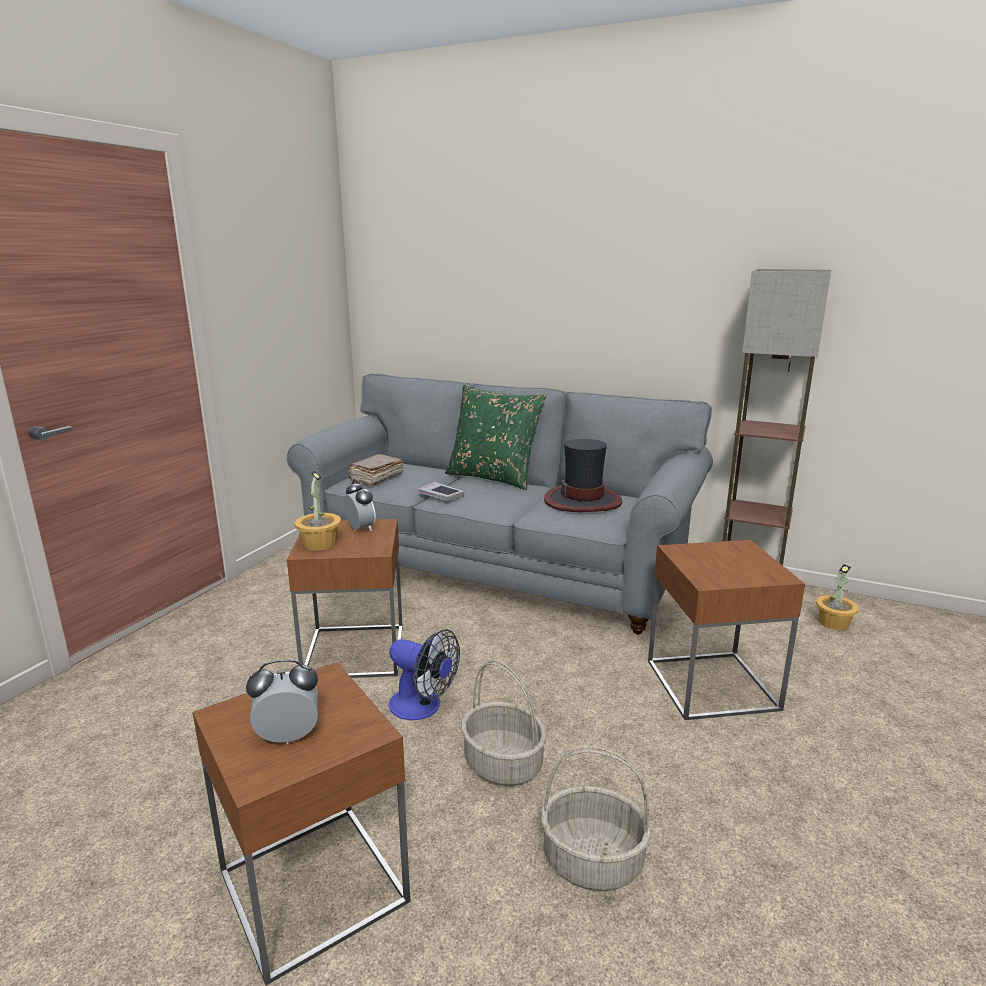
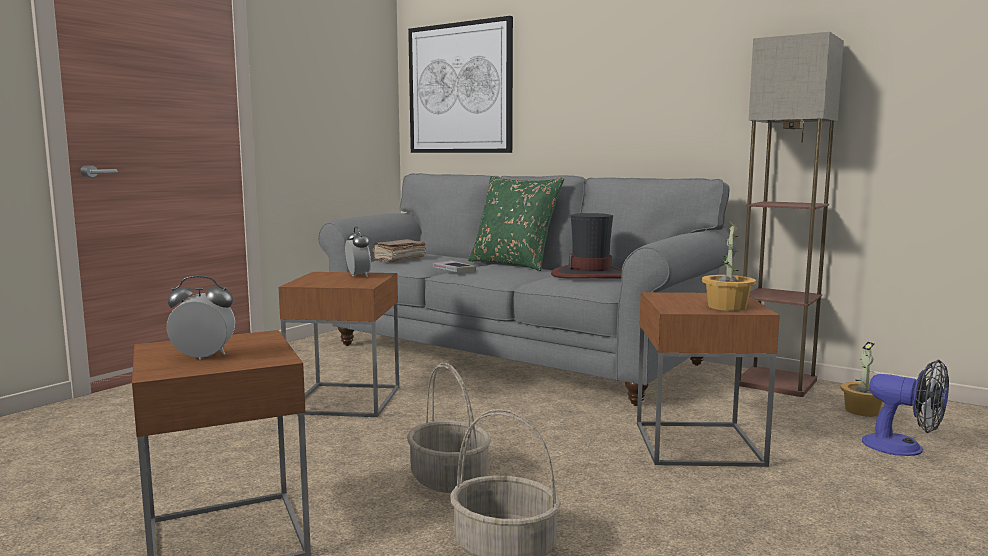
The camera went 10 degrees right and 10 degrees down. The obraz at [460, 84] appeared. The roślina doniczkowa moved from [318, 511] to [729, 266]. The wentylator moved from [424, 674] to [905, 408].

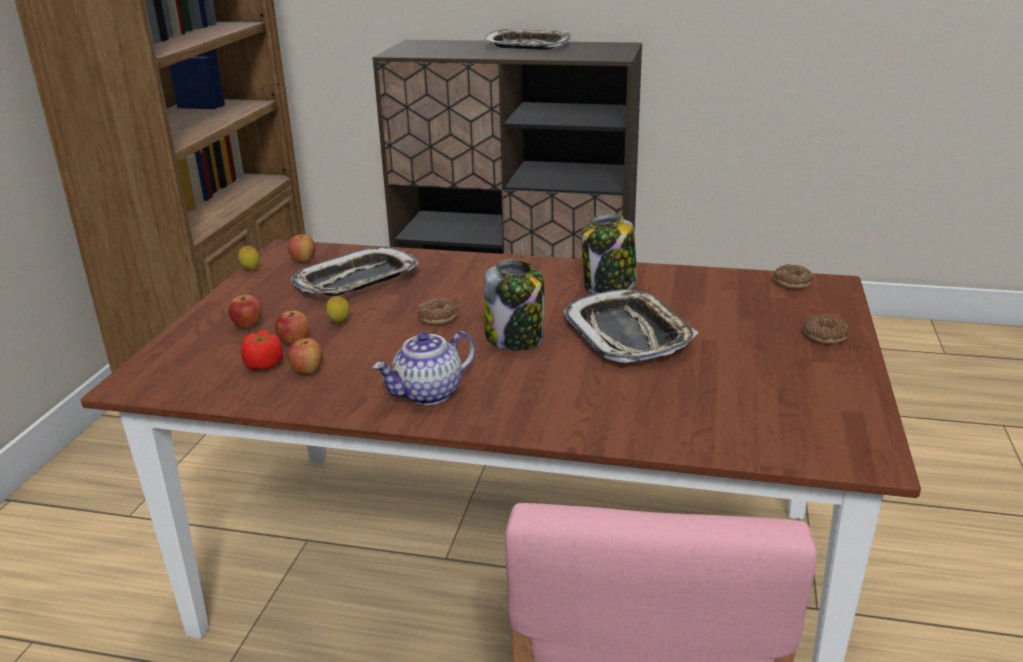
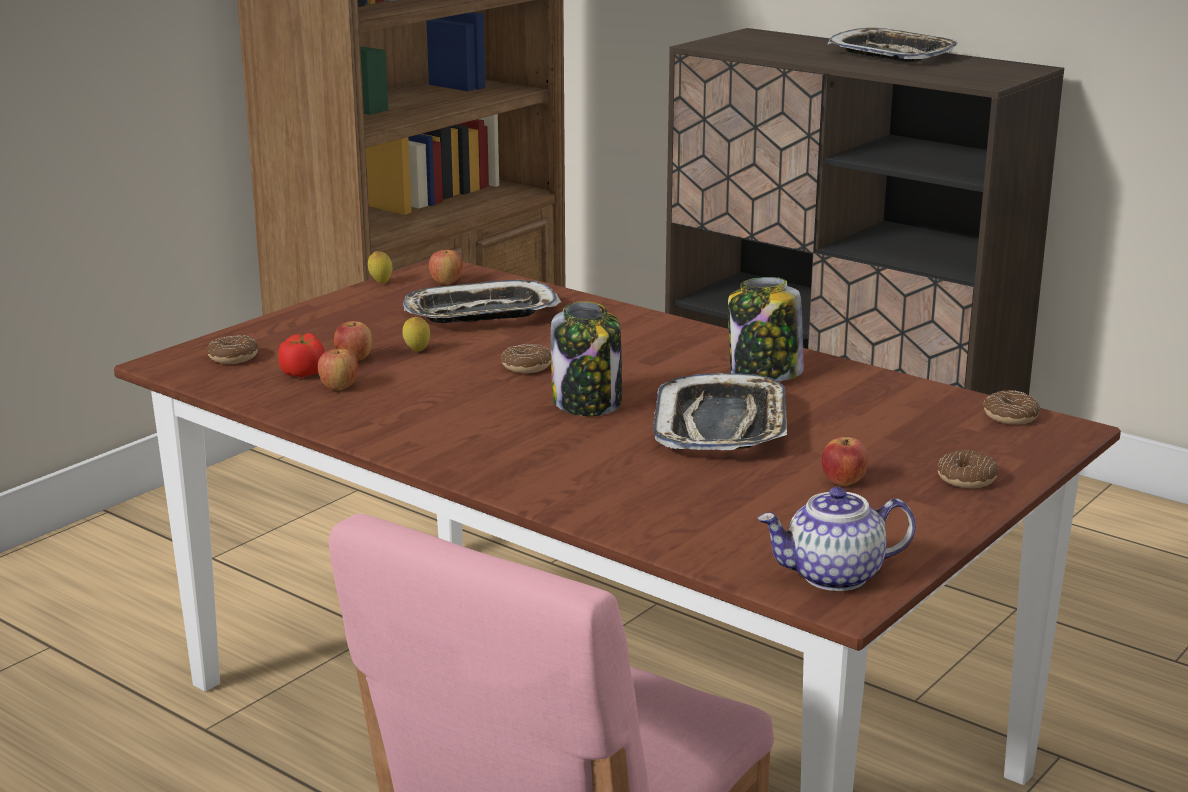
The camera went 25 degrees right and 5 degrees down. The donut at [233, 349] appeared. The imbryk moved from [424, 368] to [837, 539]. The jabłko moved from [245, 311] to [845, 461].

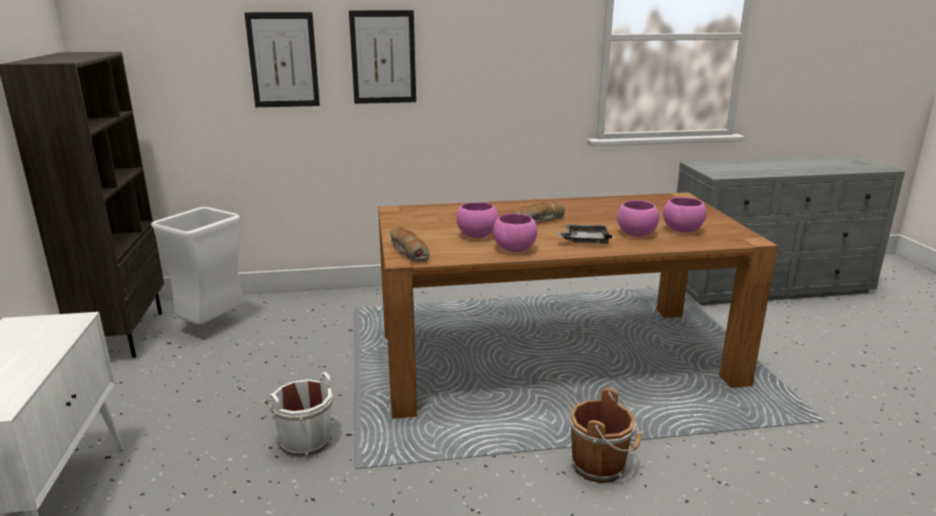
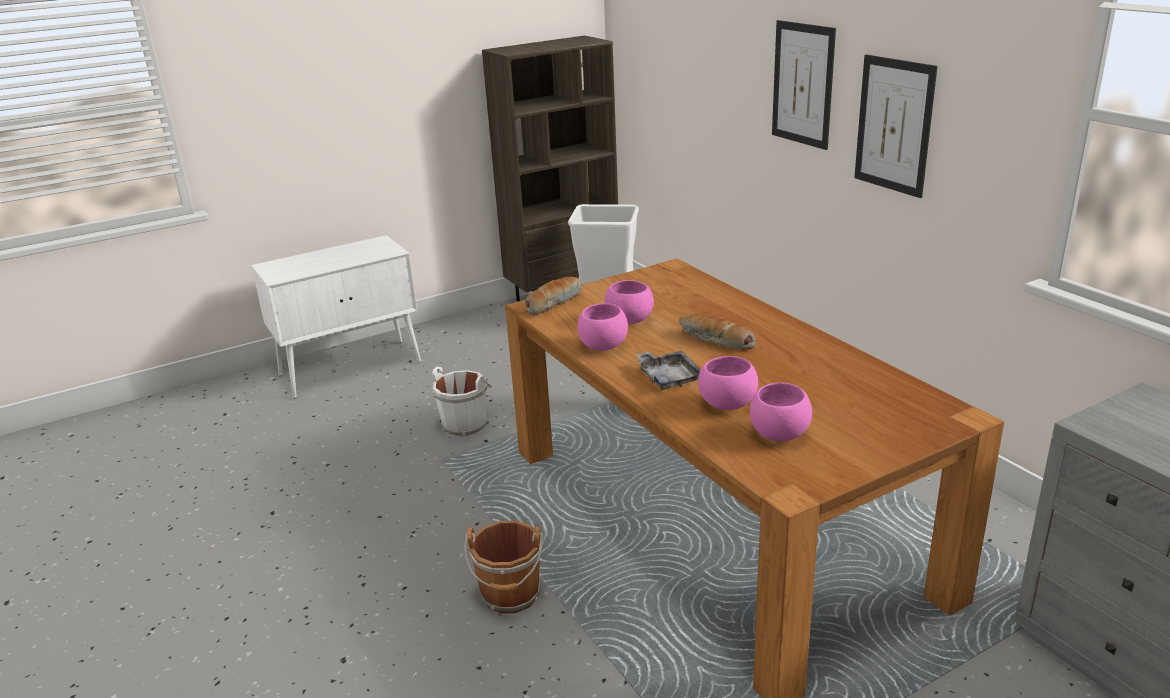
The camera went 70 degrees right and 5 degrees up. The obraz moved from [282, 59] to [895, 126].

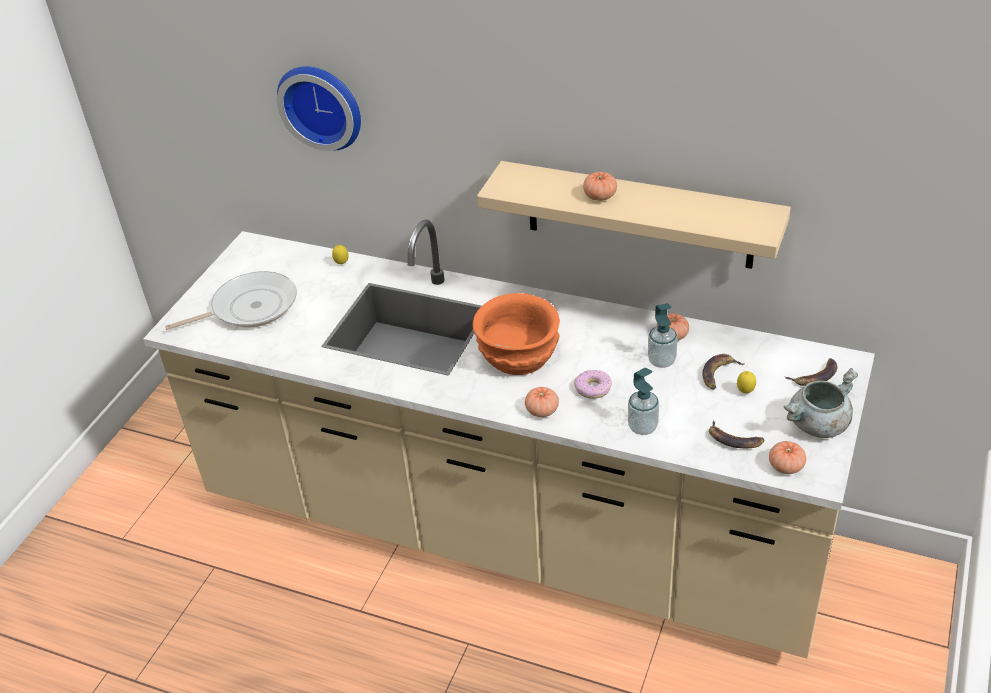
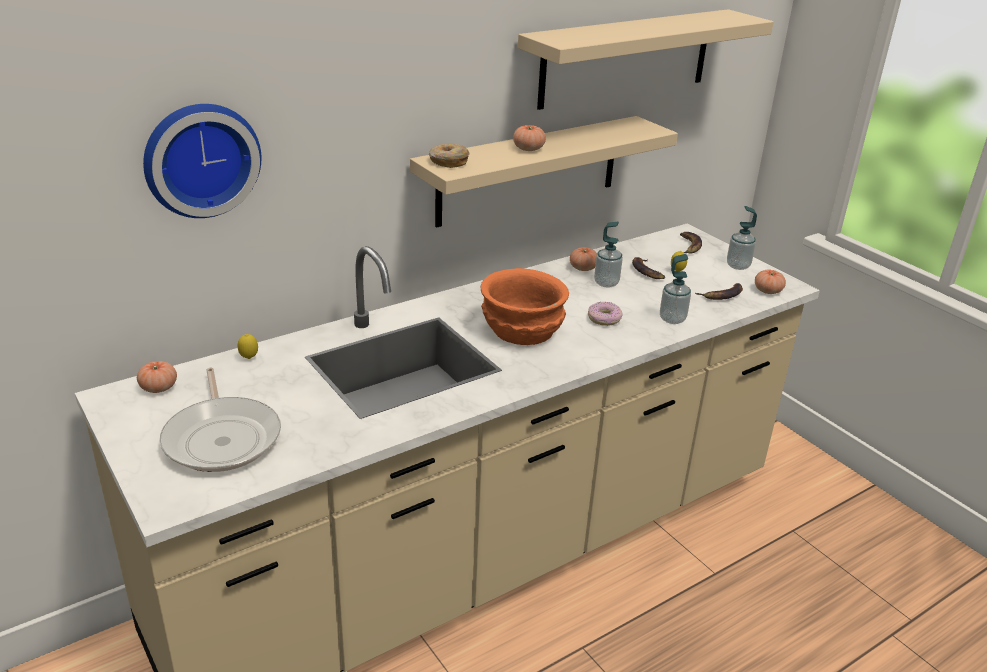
The camera went 60 degrees left and 10 degrees down. The pomidor moved from [542, 402] to [157, 377]. The patelnia at [231, 300] turned 150 degrees clockwise. The donut at [449, 156] appeared. The półka/beżowy at [646, 59] appeared. The garnek/szary at [820, 403] was replaced by the dozownik mydła at [742, 238].

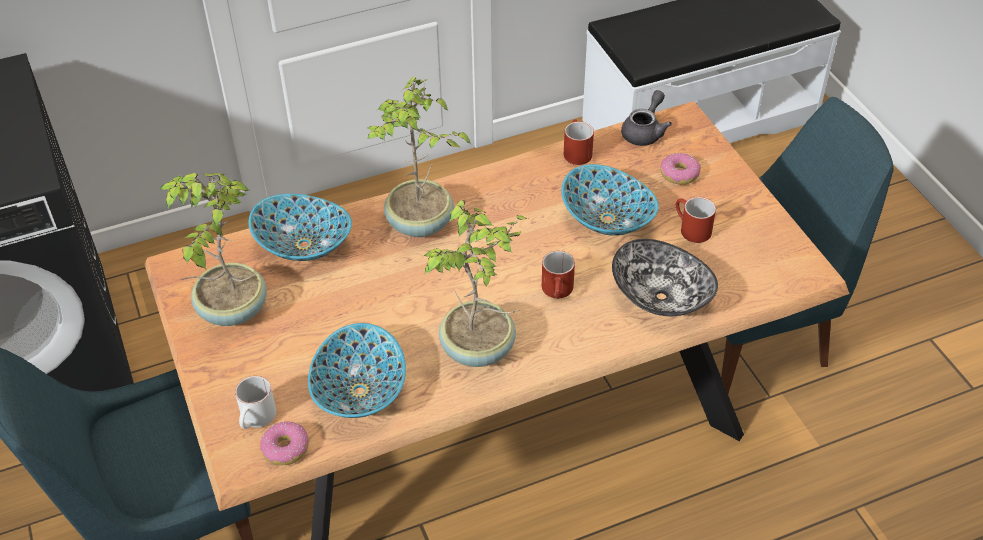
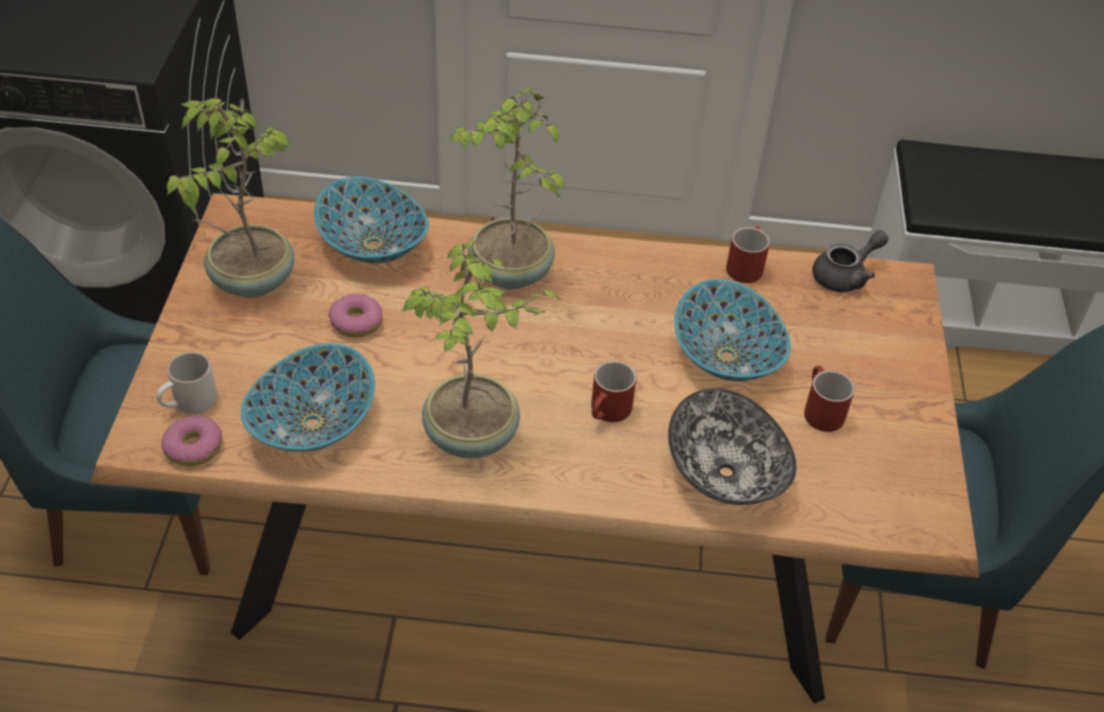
The camera went 25 degrees right and 0 degrees up. The donut moved from [680, 169] to [355, 315].

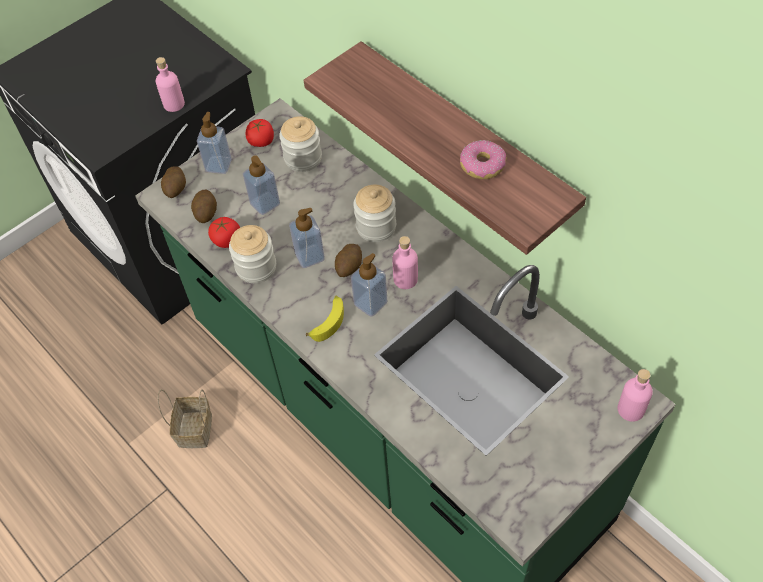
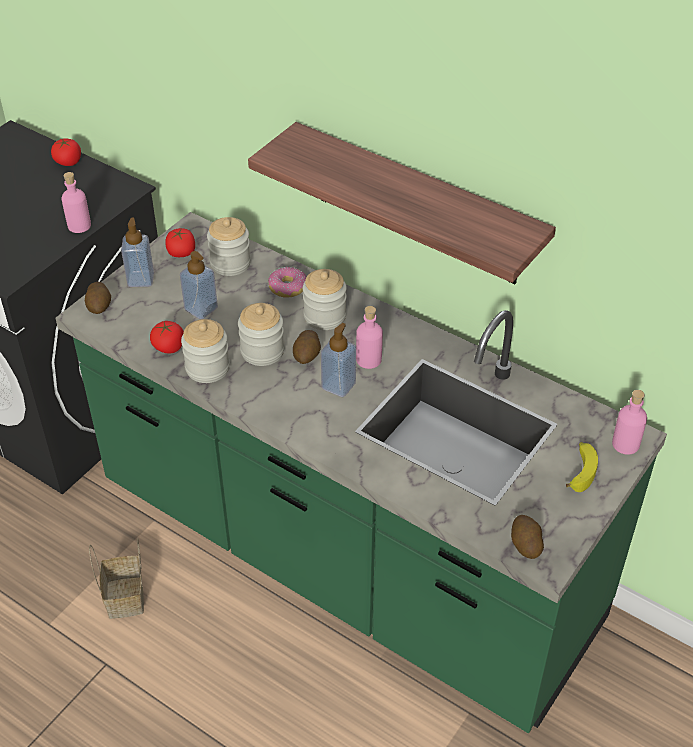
The camera went 15 degrees left and 10 degrees down. The pomidor at [66, 152] appeared. The dozownik mydła at [307, 238] was replaced by the słoik at [261, 334]. The donut moved from [483, 159] to [287, 282]. The ziemniak moved from [204, 206] to [527, 537]. The banan moved from [325, 319] to [582, 467].

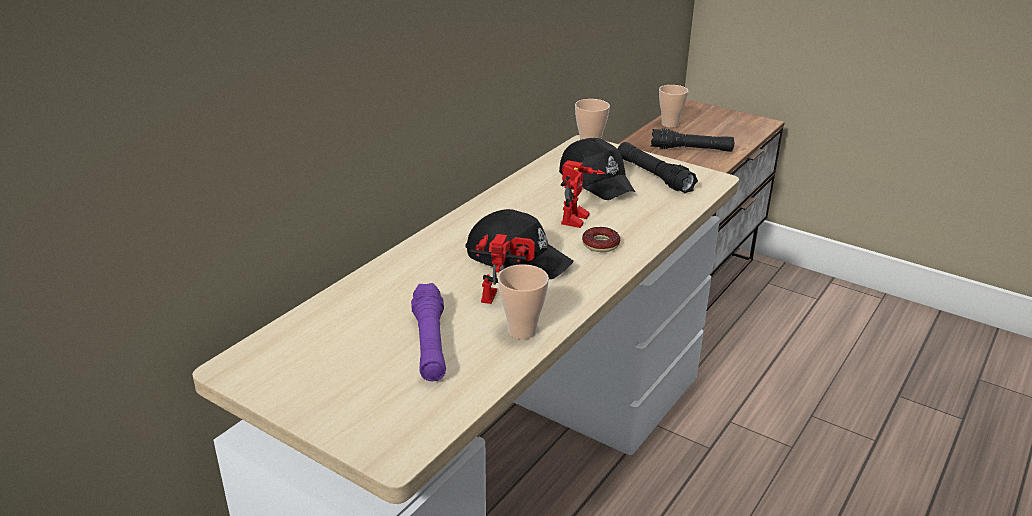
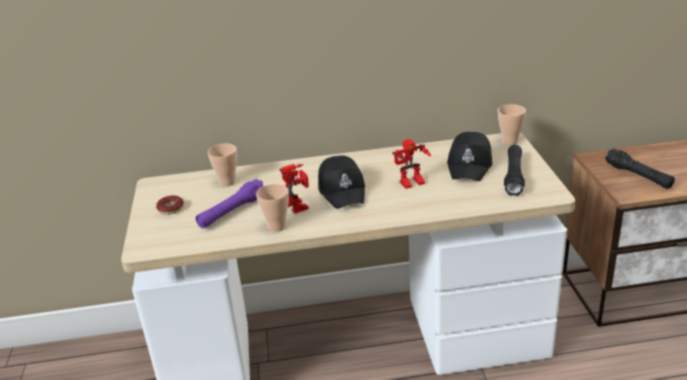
The camera went 50 degrees right and 0 degrees up. The donut moved from [601, 239] to [170, 205]. The filiżanka moved from [674, 106] to [222, 165].

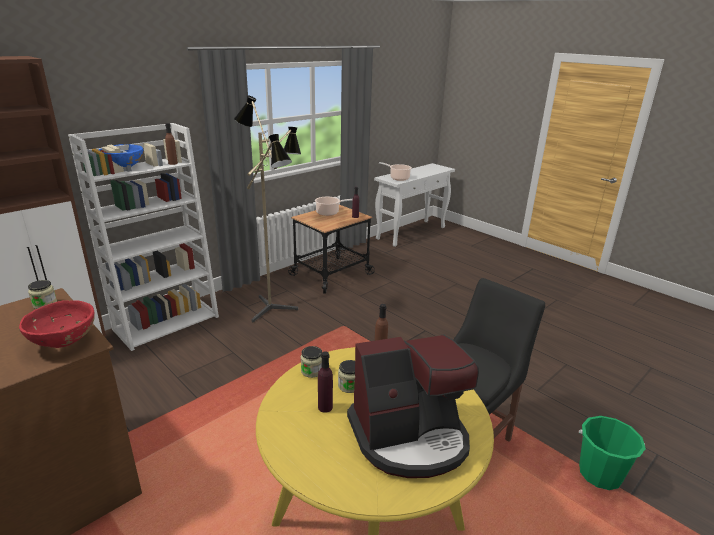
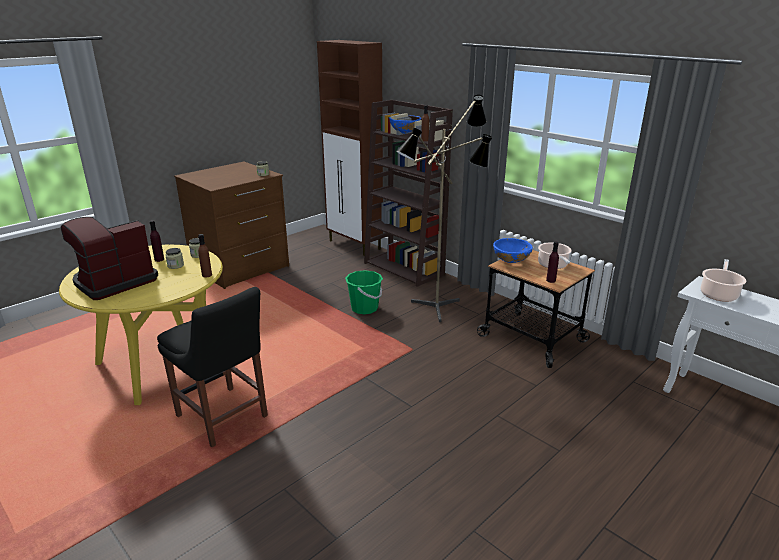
The camera went 90 degrees right and 0 degrees up. The ekspres do kawy at [413, 406] turned 60 degrees clockwise. The wiadro/zielony moved from [612, 453] to [364, 292]. The regał/biały at [143, 237] became the regał/brązowy at [408, 193]. The miska/niebieski at [513, 250] appeared. The miska/czerwony at [57, 324] disappeared.

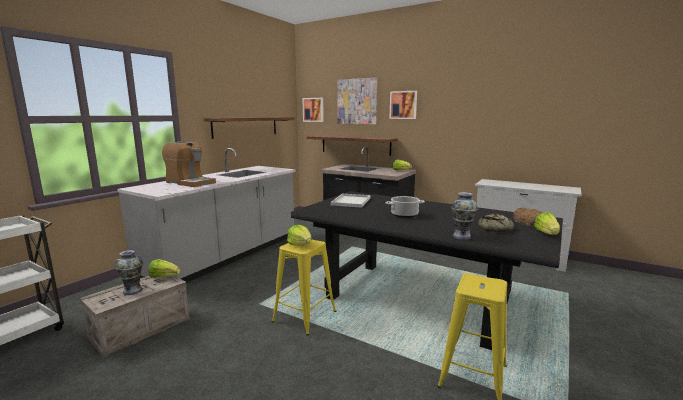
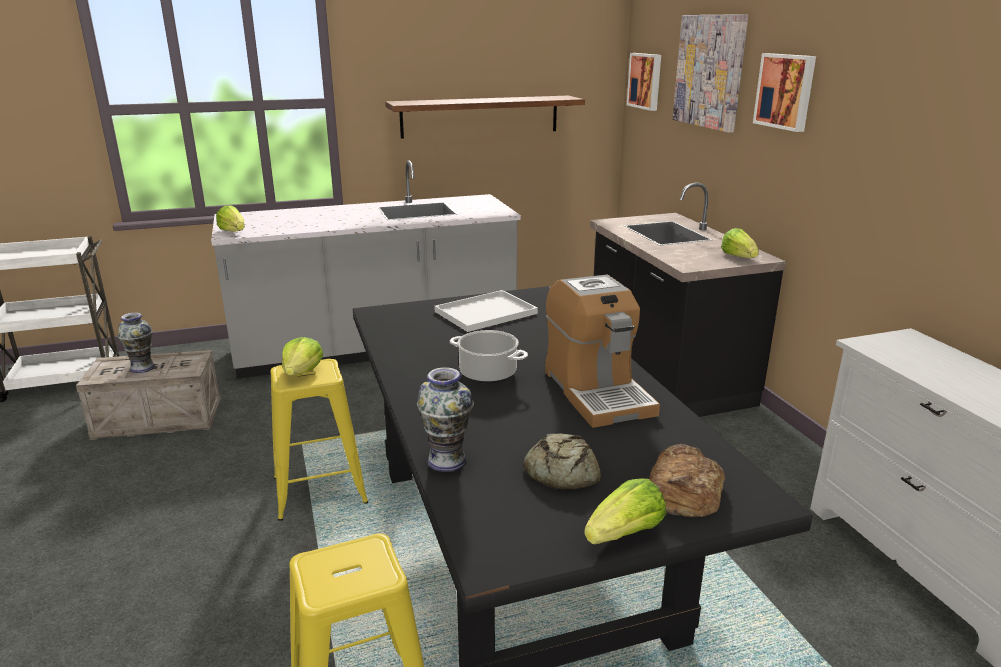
The camera went 40 degrees right and 10 degrees up. The sałata moved from [164, 268] to [230, 218]. The ekspres do kawy moved from [189, 164] to [602, 351]. The półka at [352, 145] disappeared.

